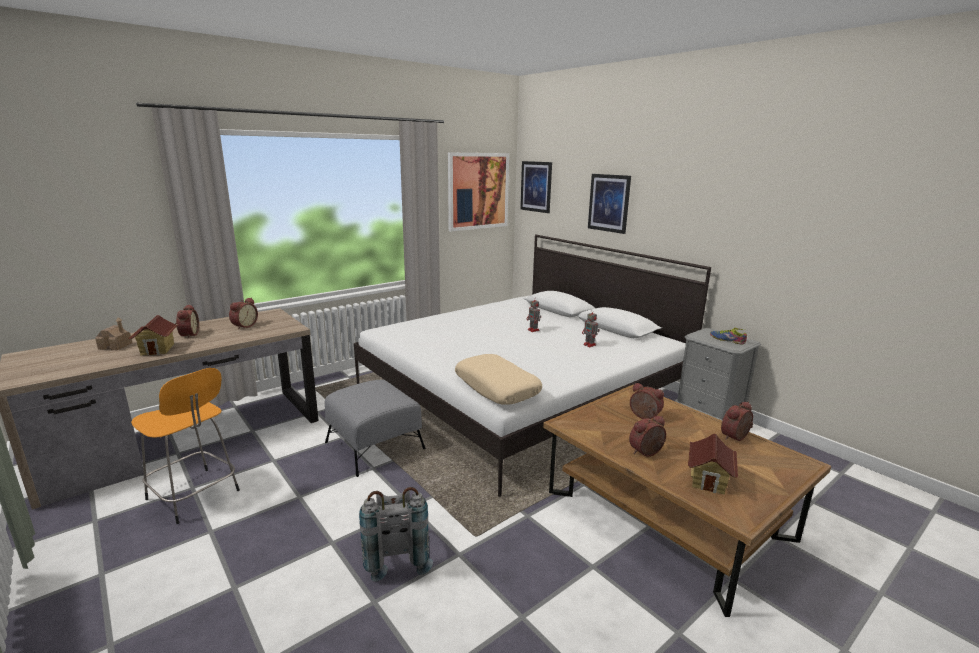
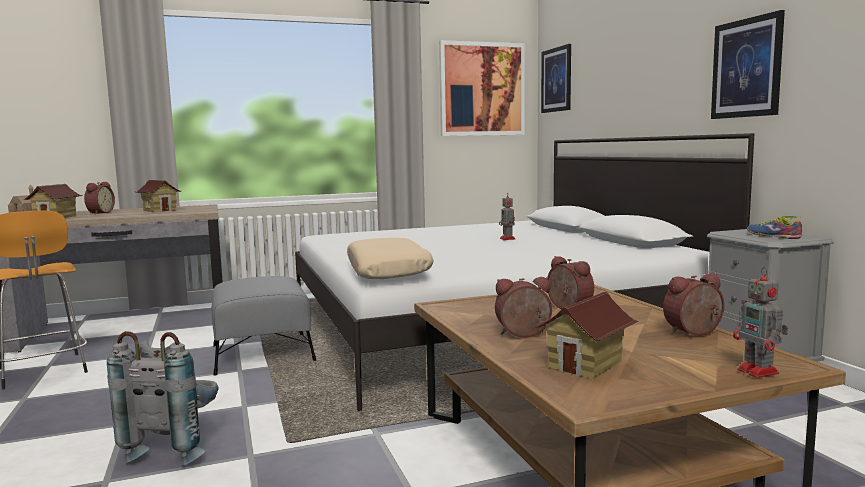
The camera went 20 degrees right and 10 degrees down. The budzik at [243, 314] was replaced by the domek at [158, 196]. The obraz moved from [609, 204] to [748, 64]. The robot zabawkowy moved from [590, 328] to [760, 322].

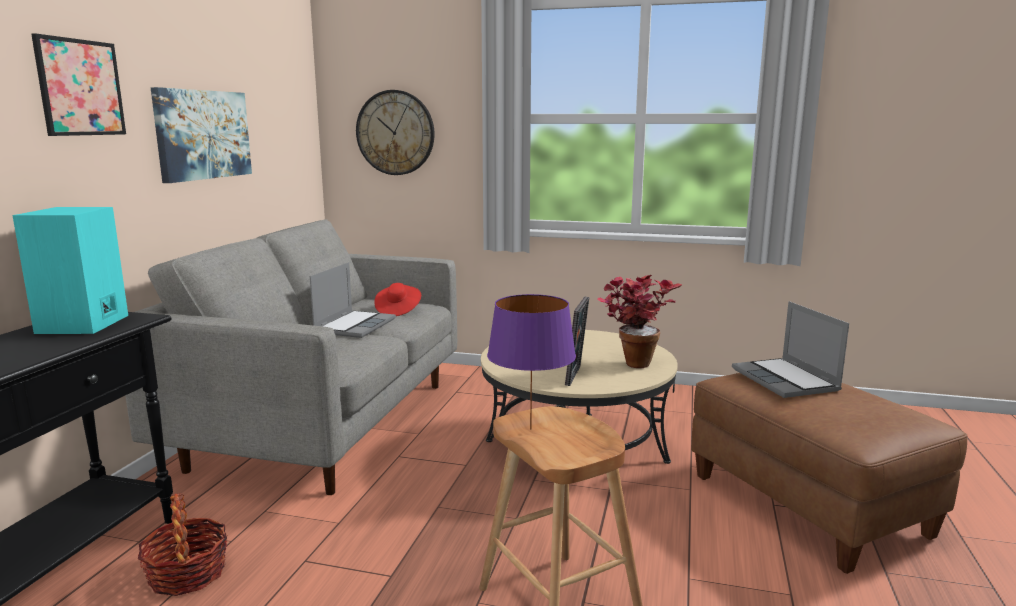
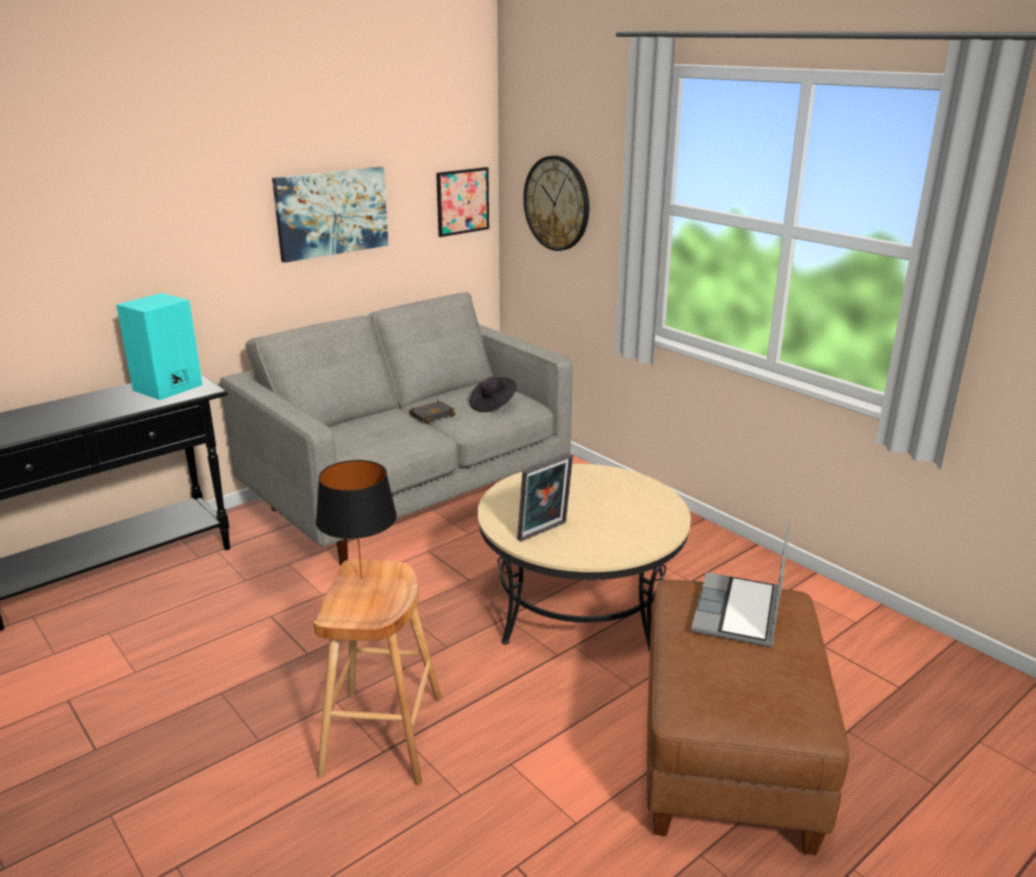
The camera went 35 degrees right and 10 degrees up. The lampa stołowa/fioletowy at [531, 362] became the lampa stołowa/czarny at [356, 520]. The laptop at [353, 300] was replaced by the książka/czarny at [432, 412]. The obraz moved from [78, 84] to [462, 202]. The kapelusz/czerwony at [397, 299] became the kapelusz/czarny at [493, 394]. The koszyk at [183, 544] disappeared. The roślina doniczkowa at [640, 321] disappeared.

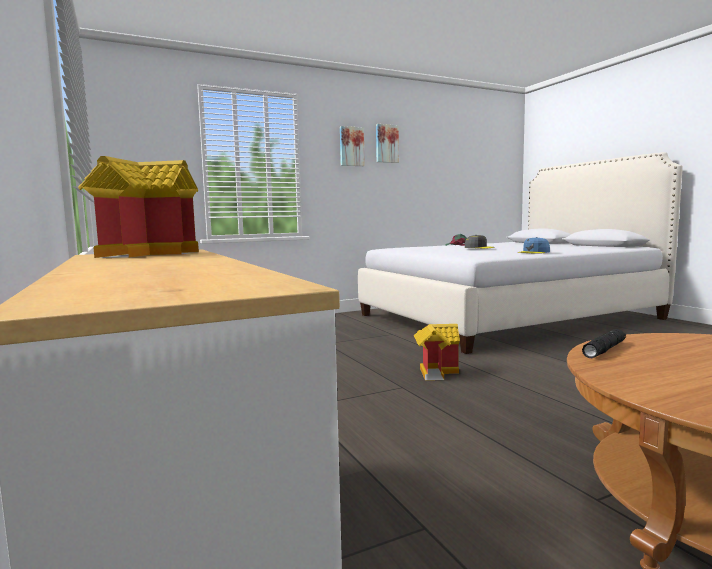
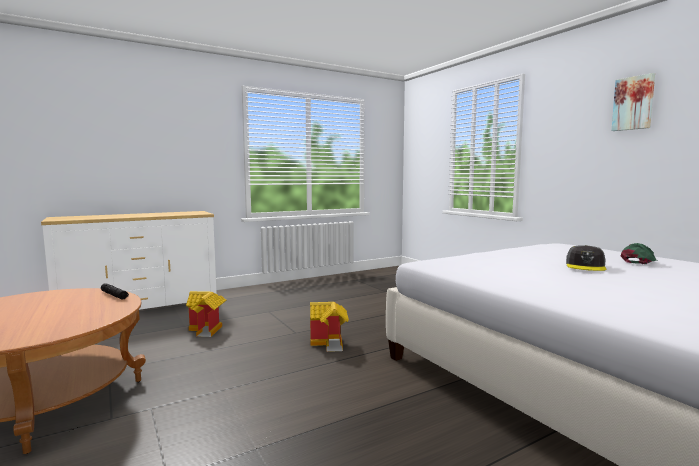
The camera went 85 degrees right and 0 degrees up. The domek moved from [138, 207] to [206, 314]. The obraz at [352, 146] disappeared. The czapka z daszkiem/niebieski at [534, 245] disappeared.

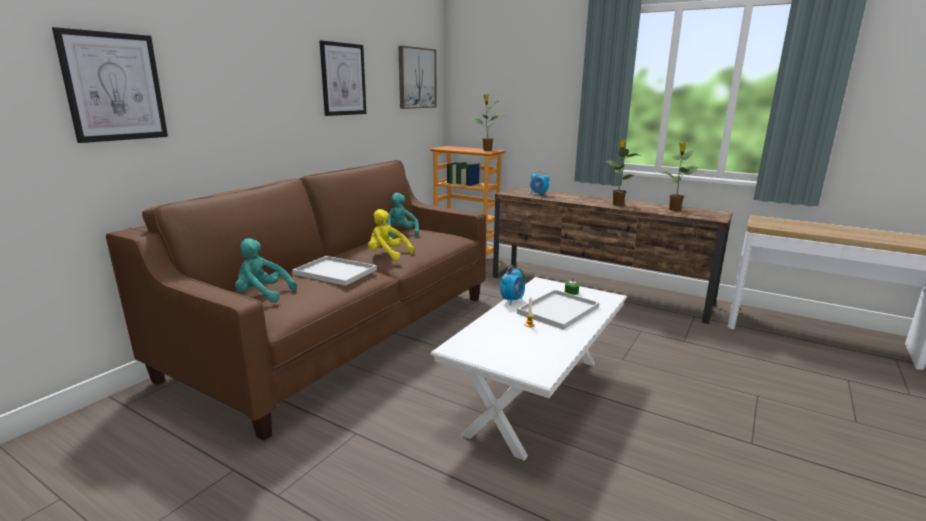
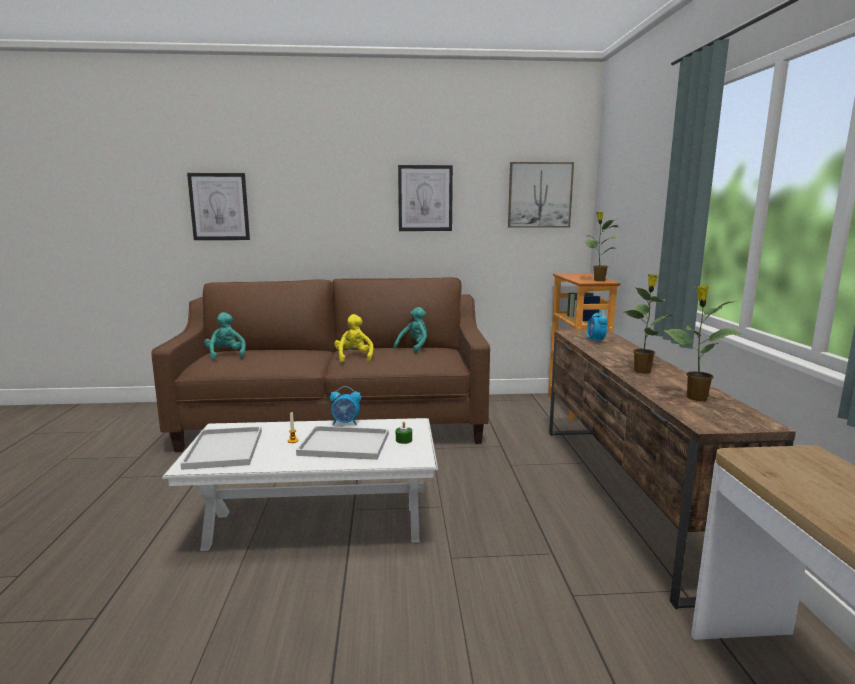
The camera went 55 degrees right and 5 degrees down. The taca/biały moved from [334, 271] to [221, 448].

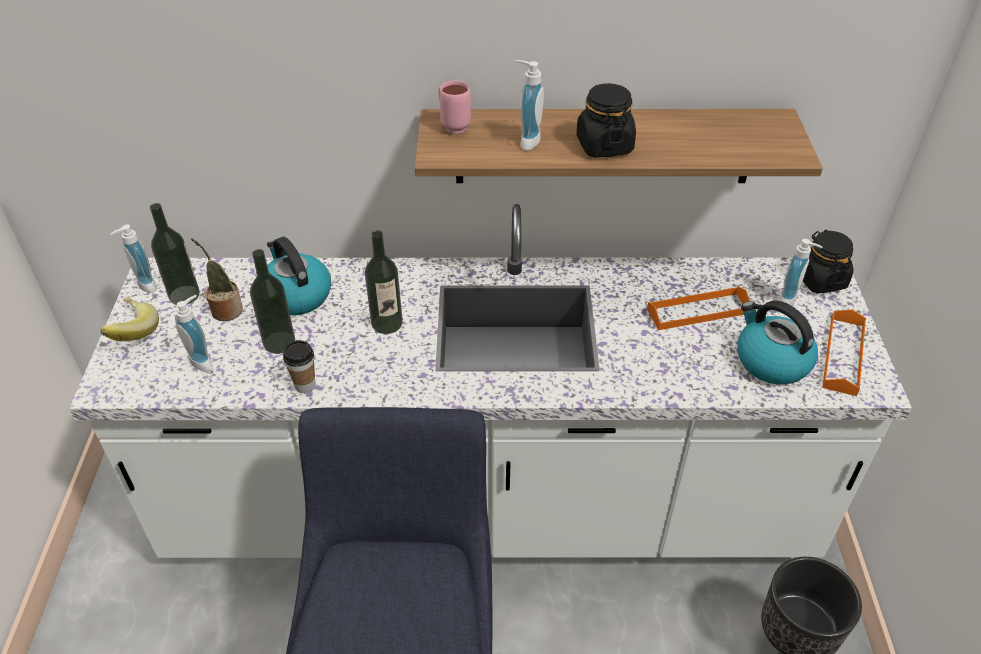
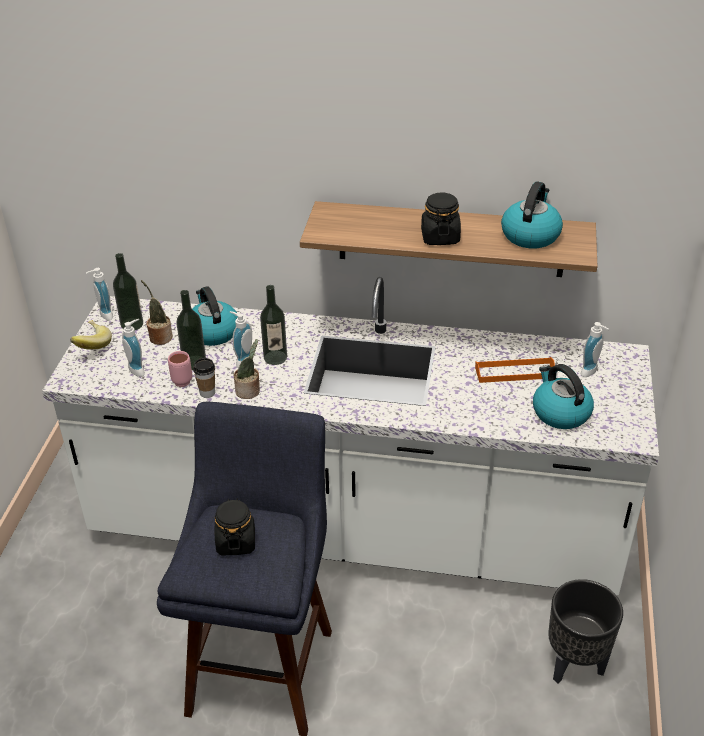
The camera went 10 degrees right and 5 degrees down. The kubek/różowy moved from [454, 107] to [180, 369]. The słoik/czarny moved from [828, 262] to [234, 526]. The dozownik mydła moved from [529, 105] to [241, 339]. The roślina doniczkowa at [247, 369] appeared. The czajnik at [532, 215] appeared. The taca/pomarańczowy at [844, 352] disappeared.

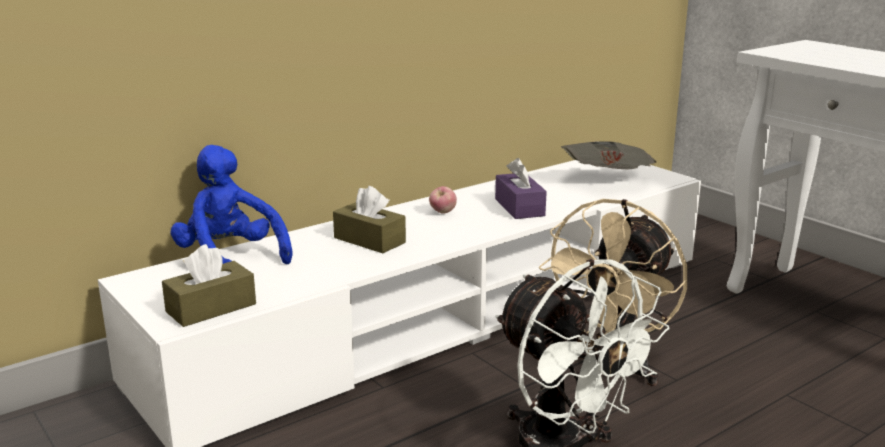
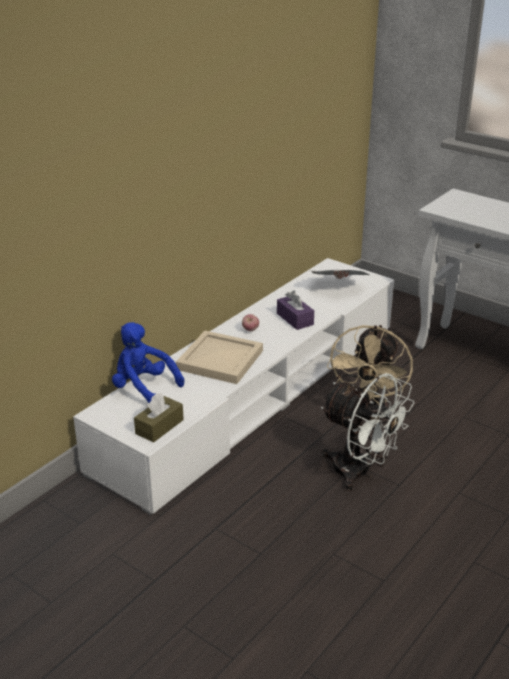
The camera went 15 degrees left and 10 degrees up. The pudełko chusteczek/brązowy at [369, 219] was replaced by the taca/beżowy at [219, 357].

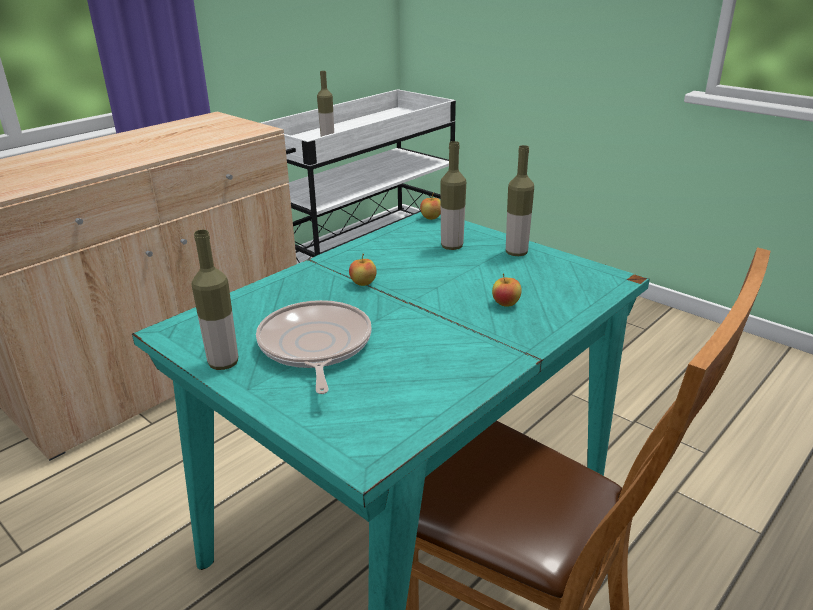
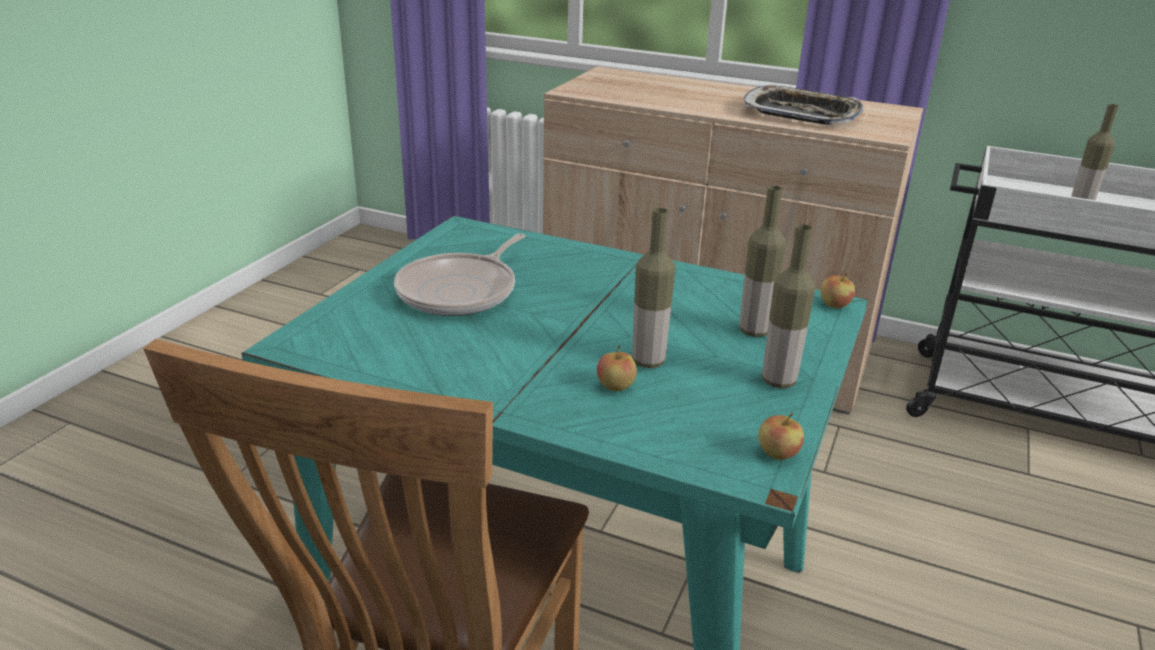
The camera went 70 degrees right and 0 degrees up. The patelnia at [314, 347] turned 150 degrees clockwise. The butelka moved from [215, 300] to [654, 288]. The taca at [804, 105] appeared. The jabłko moved from [363, 270] to [781, 436].

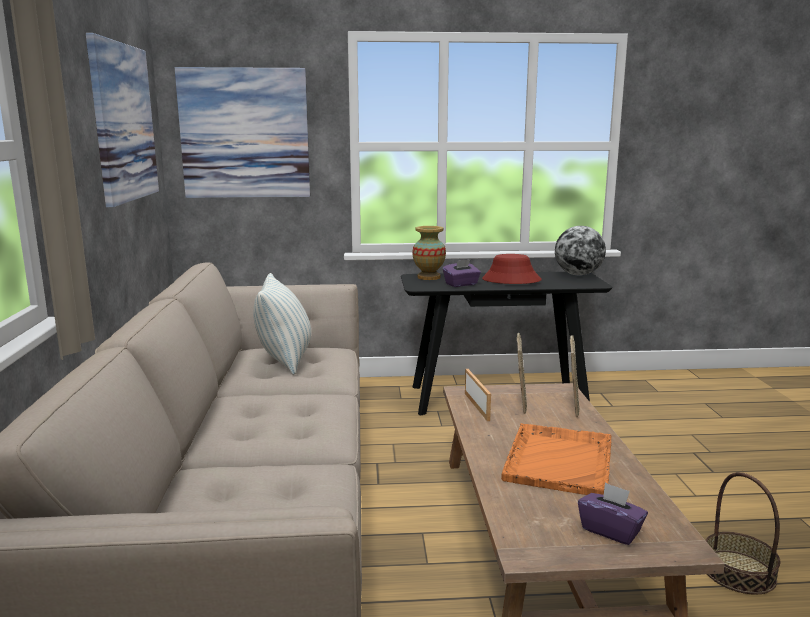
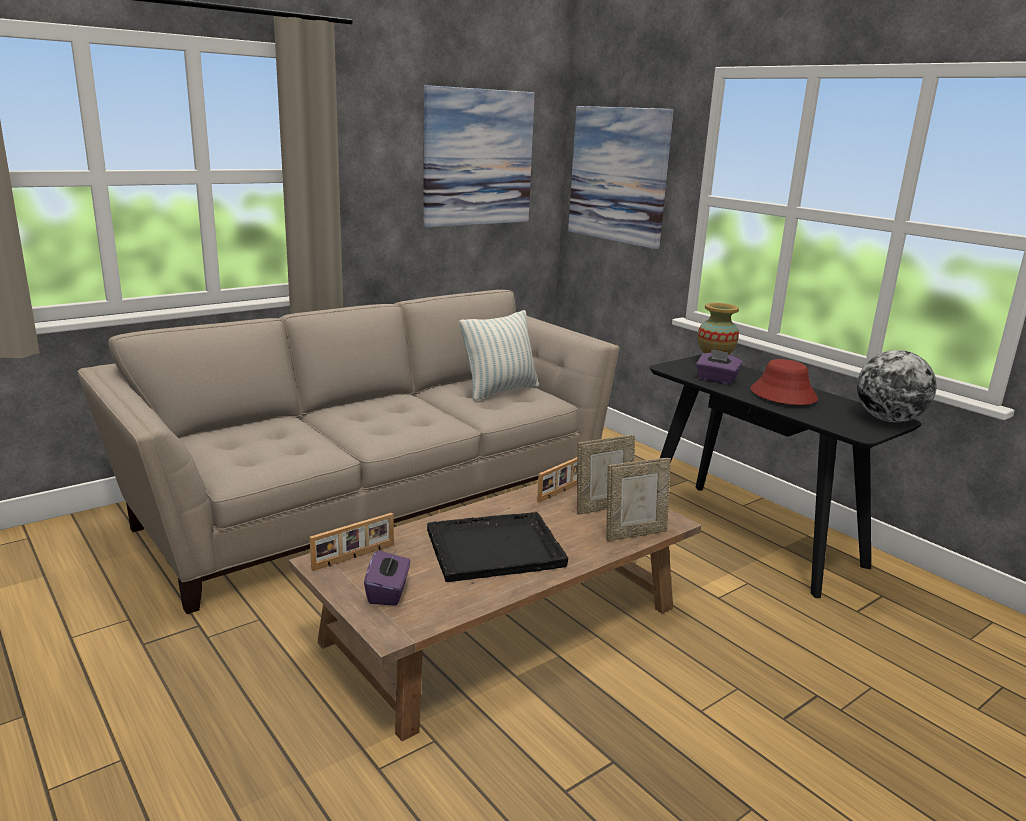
The camera went 55 degrees right and 5 degrees up. The ramka na zdjęcie at [352, 542] appeared. The taca/pomarańczowy at [556, 459] became the taca/czarny at [497, 547]. The koszyk at [742, 533] disappeared.

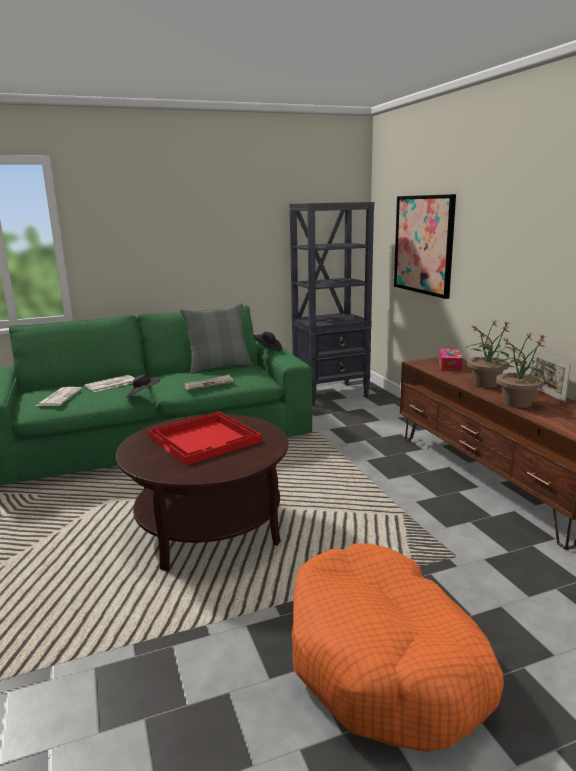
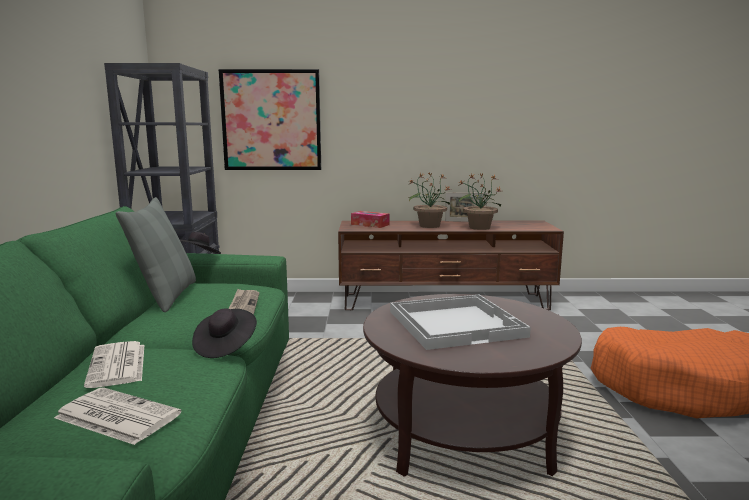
The camera went 70 degrees left and 5 degrees down. The taca/czerwony at [205, 438] became the taca/biały at [460, 322].

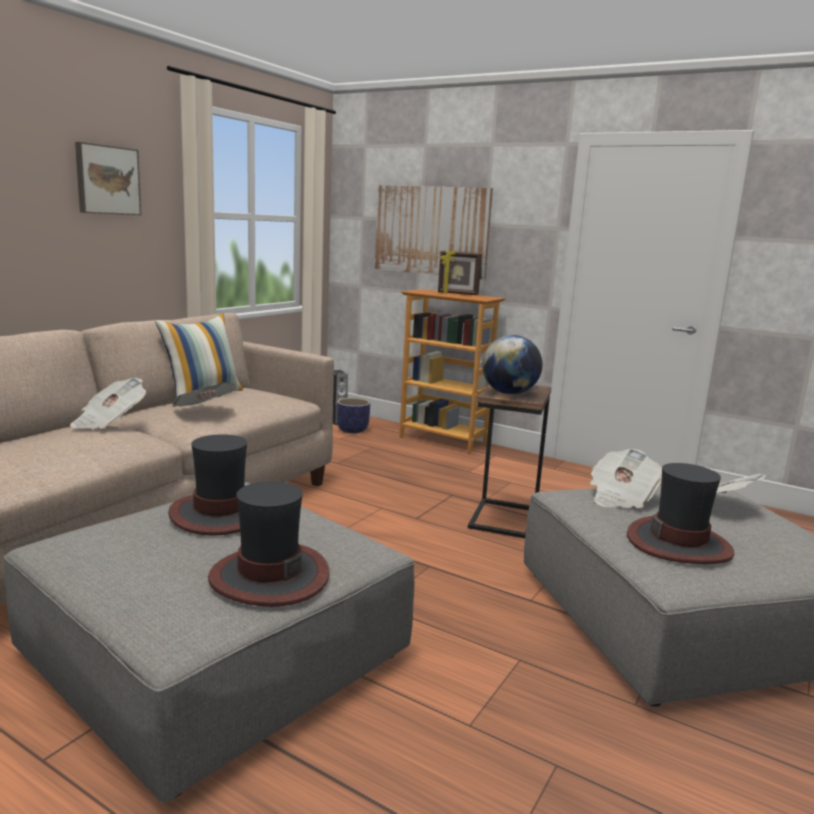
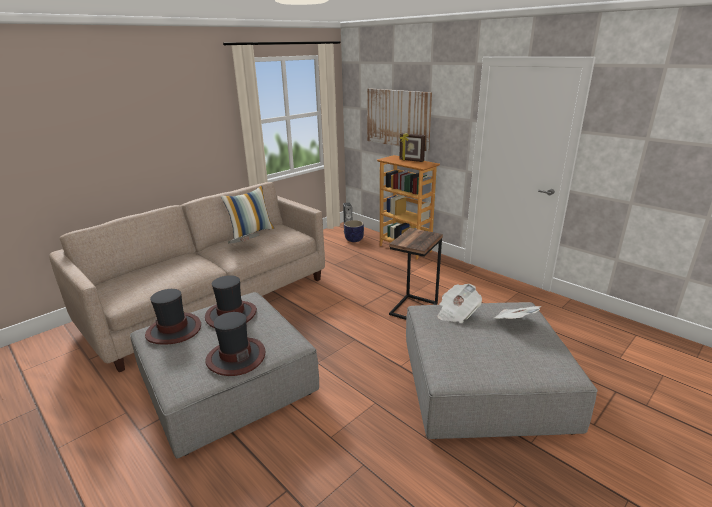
The camera went 15 degrees right and 10 degrees up. The kapelusz moved from [680, 513] to [173, 317]. The gazeta at [108, 403] disappeared. The obraz at [108, 178] disappeared. The globus at [512, 365] disappeared.

